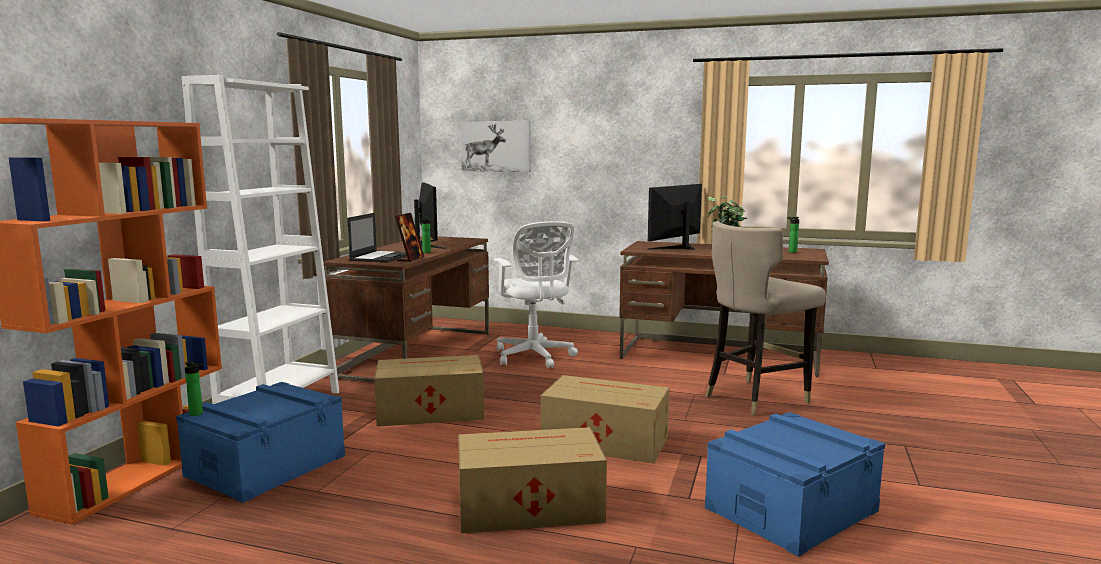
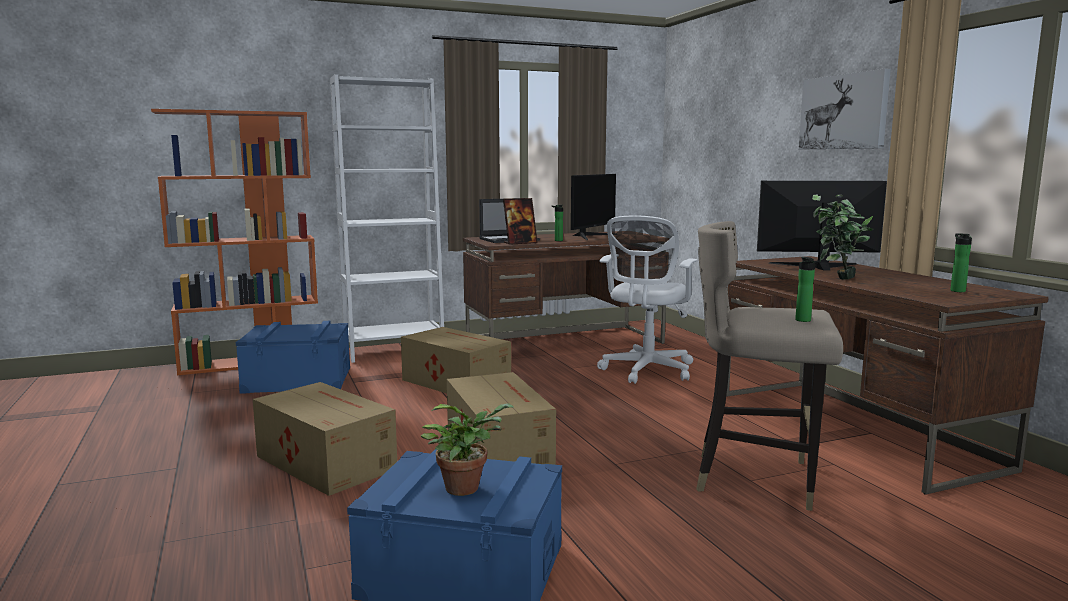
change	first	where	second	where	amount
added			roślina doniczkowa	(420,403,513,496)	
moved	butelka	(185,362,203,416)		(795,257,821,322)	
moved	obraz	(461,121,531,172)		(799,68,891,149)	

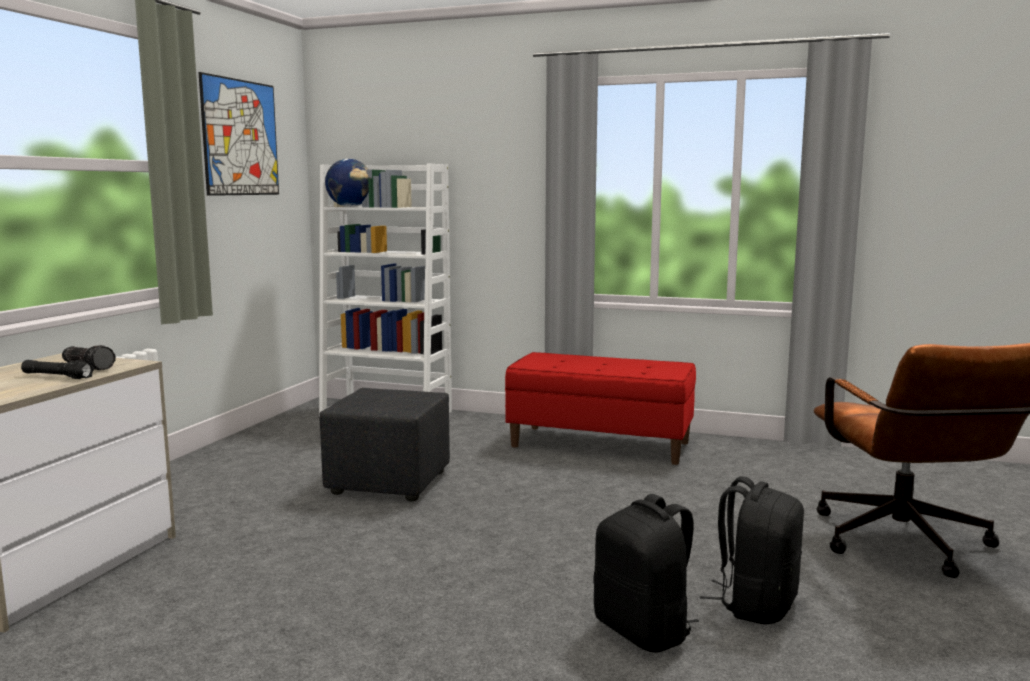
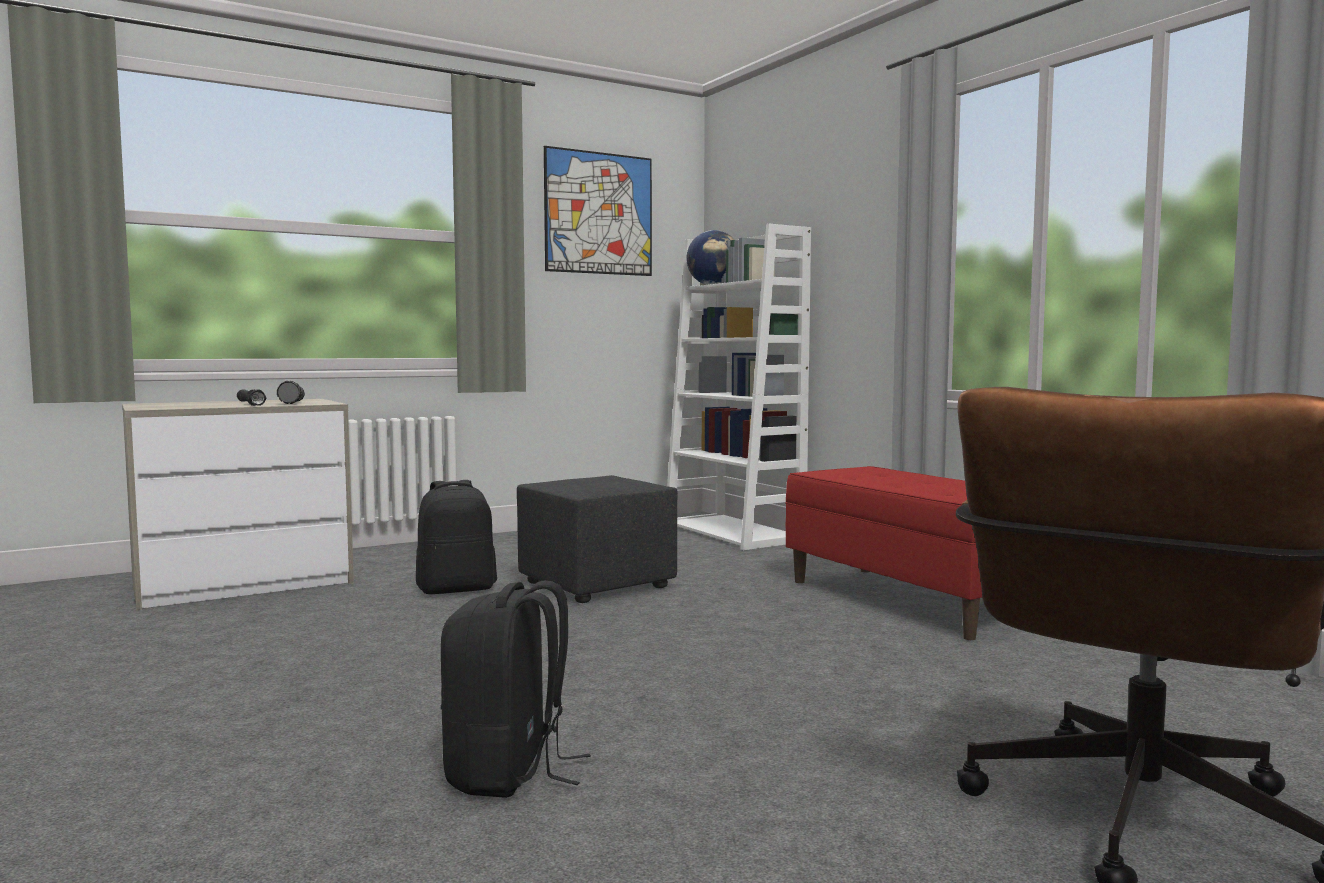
change	first	where	second	where	amount
moved	plecak (czarny)	(700,476,804,624)		(416,480,497,594)	

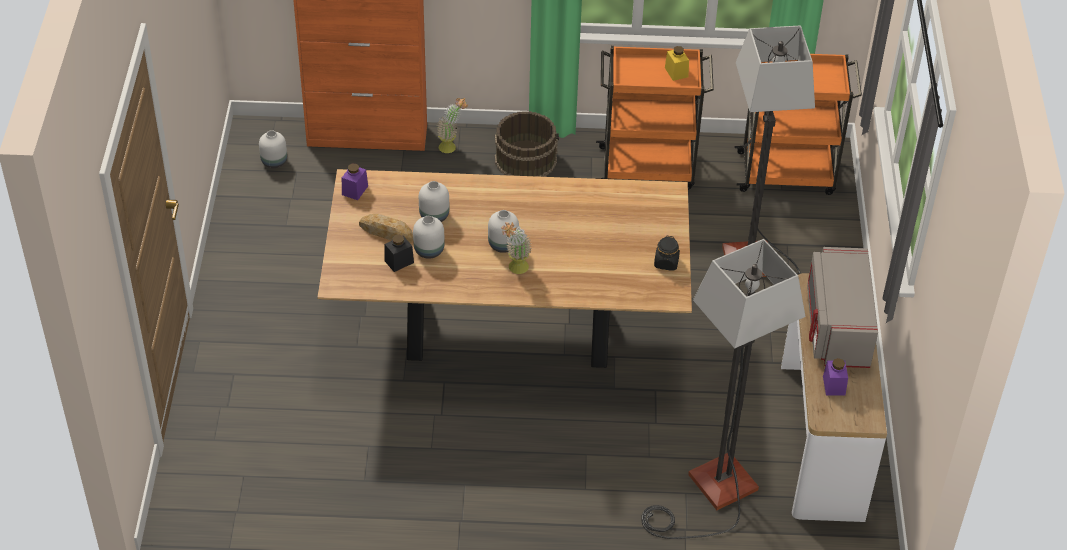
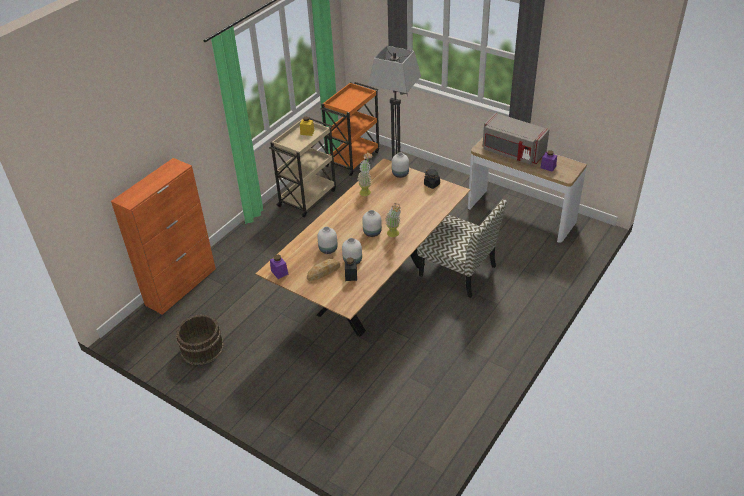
change	first	where	second	where	amount
moved	wiadro (brązowy)	(495,111,559,177)		(176,315,224,365)	
recoloured	wózek (pomarańczowy)	(595,46,714,190)	wózek (beżowy)	(269,118,336,218)	
moved	roślina doniczkowa	(437,98,468,153)		(357,152,372,196)	
moved	wazon (biały)	(259,130,287,168)		(392,152,409,178)	
added			krzesło	(417,199,507,298)	
removed	lampa stojąca	(641,239,806,539)			

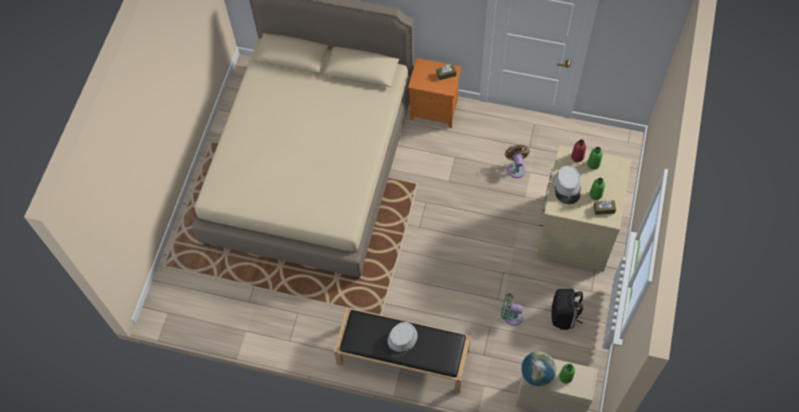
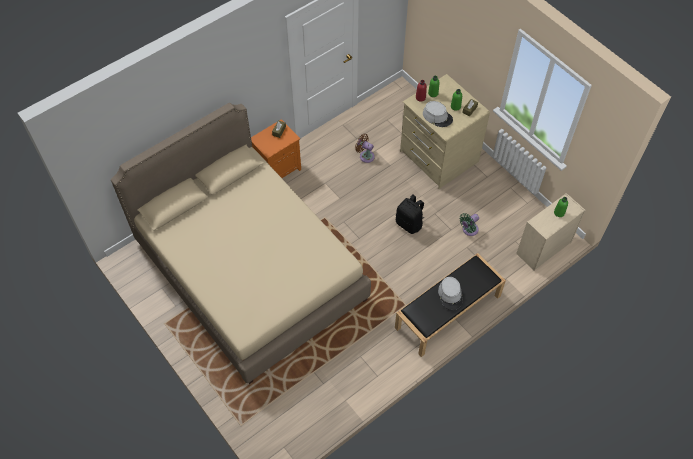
change	first	where	second	where	amount
moved	plecak (czarny)	(552,289,583,330)		(396,194,424,234)	
removed	globus	(521,351,556,386)			

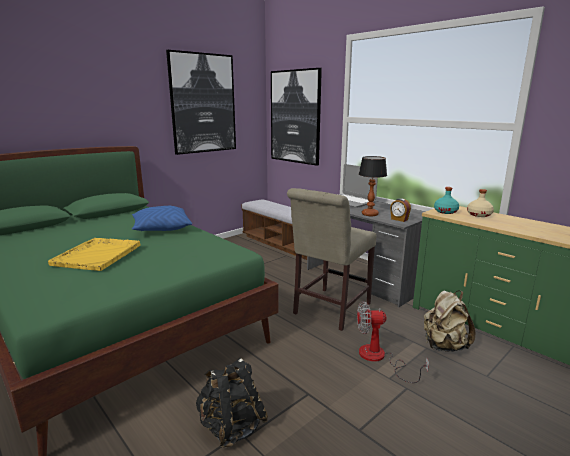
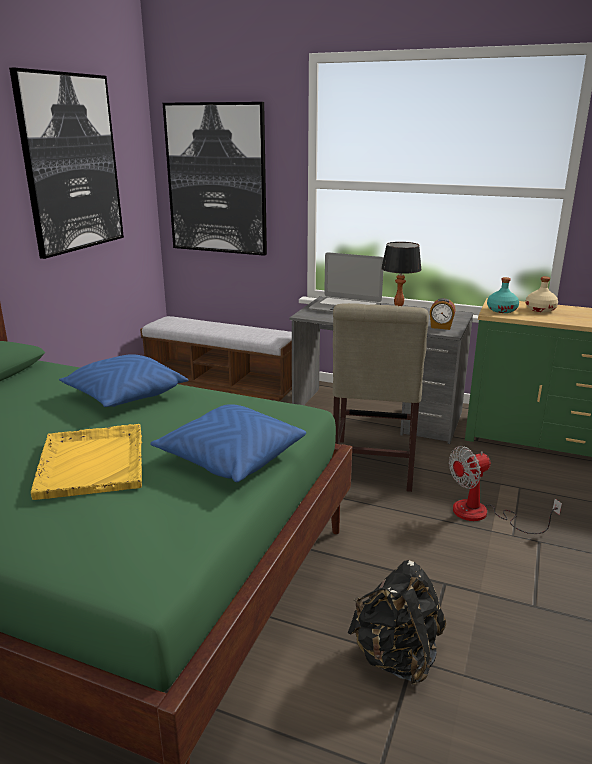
change	first	where	second	where	amount
added			poduszka (niebieski)	(150,404,306,483)	
removed	plecak (beżowy)	(424,290,475,352)			

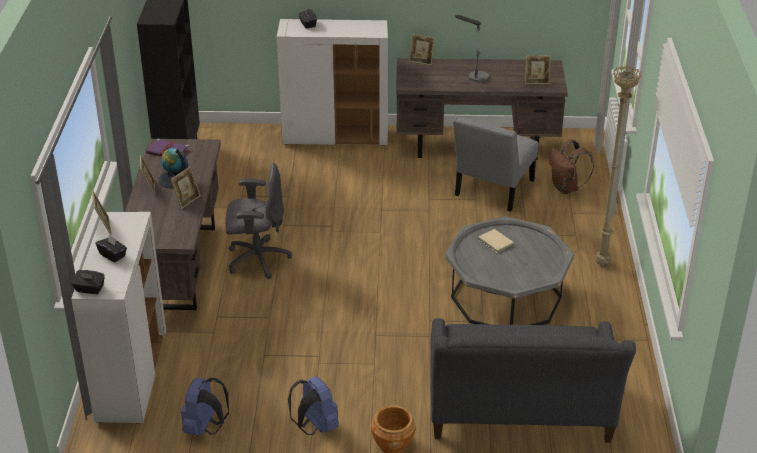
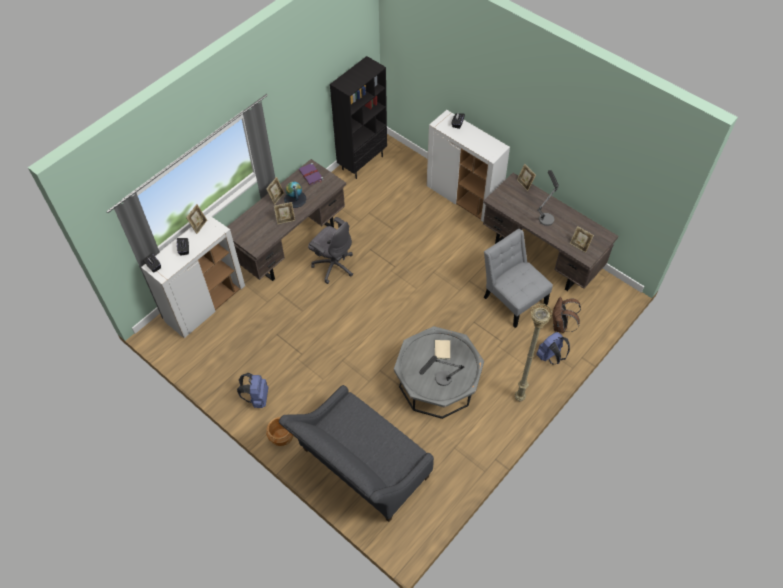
change	first	where	second	where	amount
added			lampa stołowa	(419,356,465,386)	
turned	krzesło (szary)	(453,116,538,212)		(484,229,553,328)	75 degrees clockwise
moved	plecak (niebieski)	(181,378,229,435)		(536,332,570,364)	

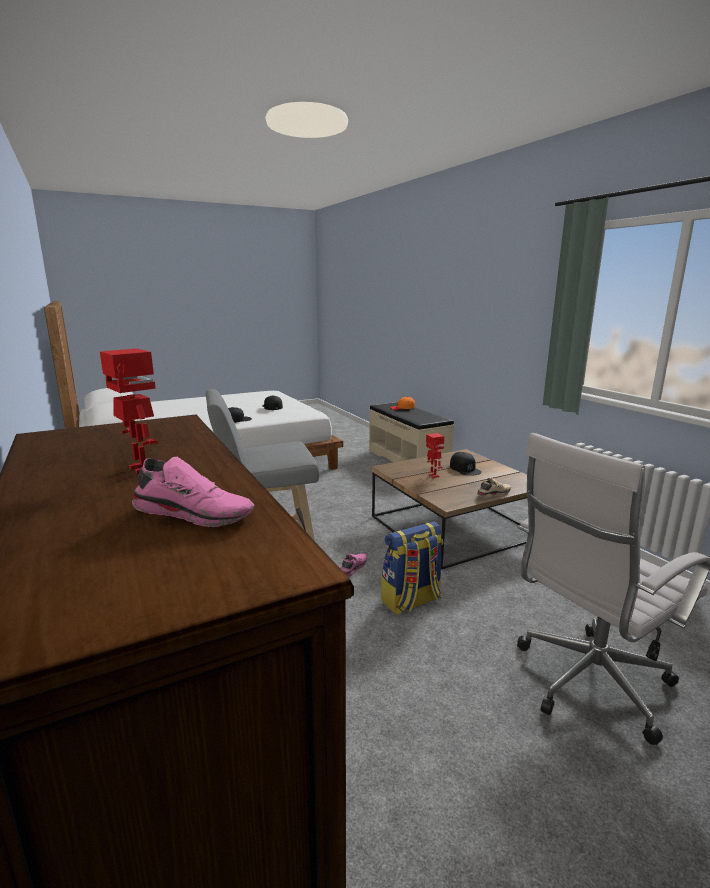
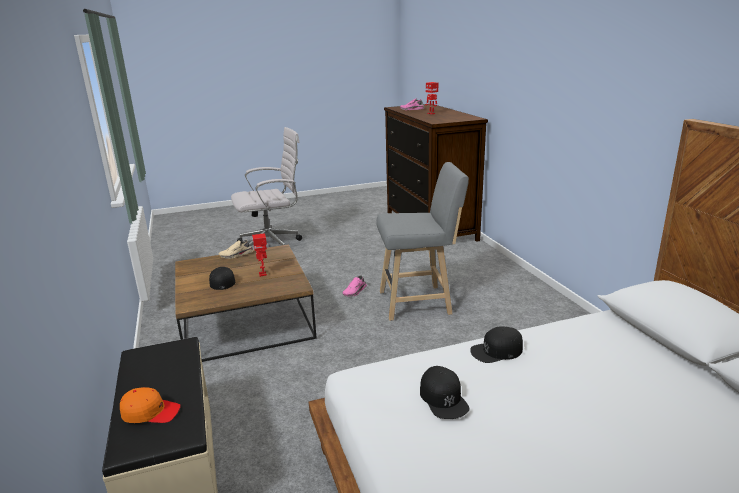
change	first	where	second	where	amount
removed	plecak	(381,521,443,615)			

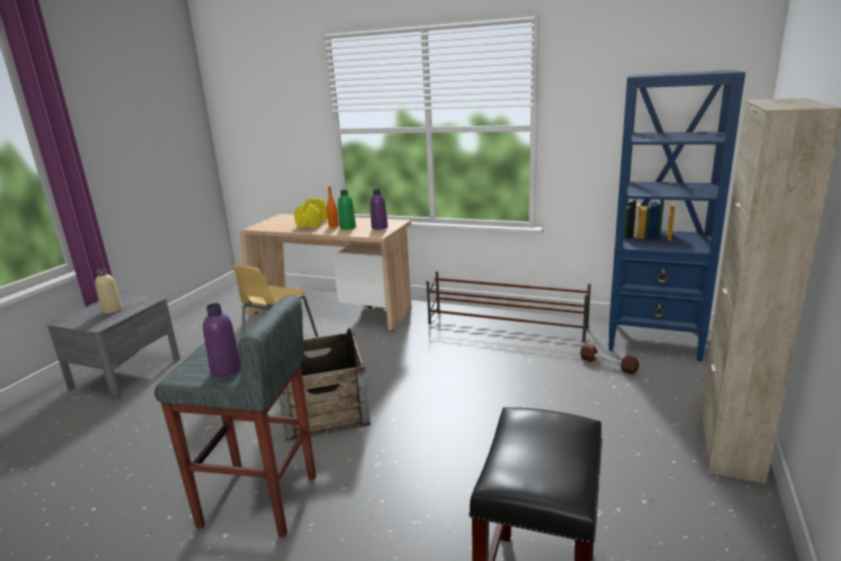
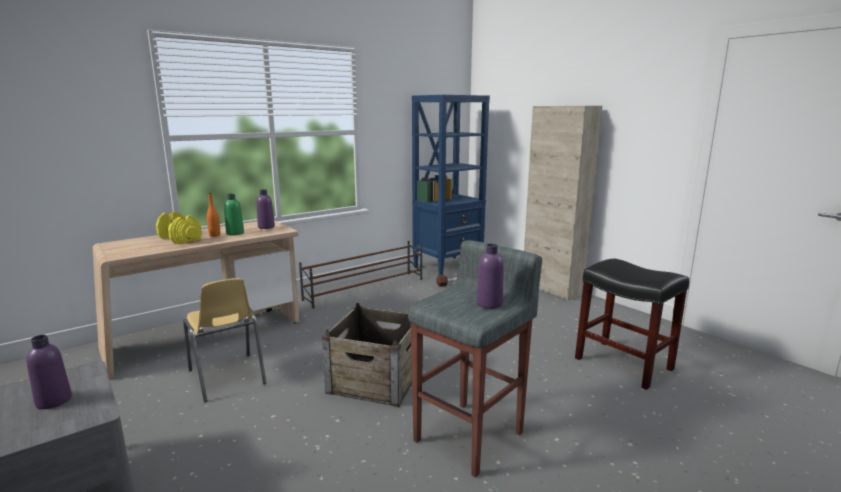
change	first	where	second	where	amount
recoloured	butelka (beżowy)	(95,268,122,314)	butelka (fioletowy)	(26,335,72,409)	

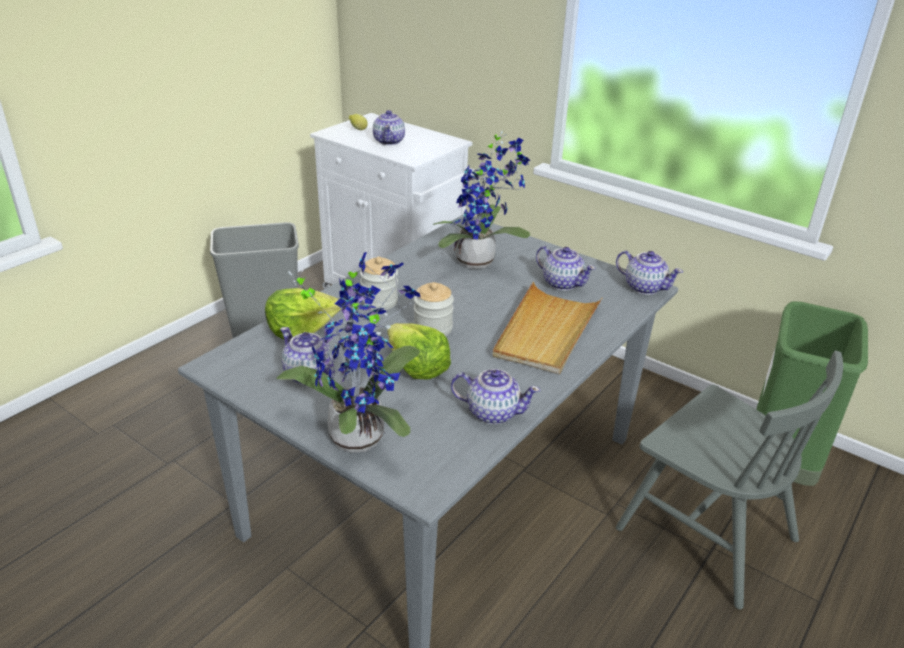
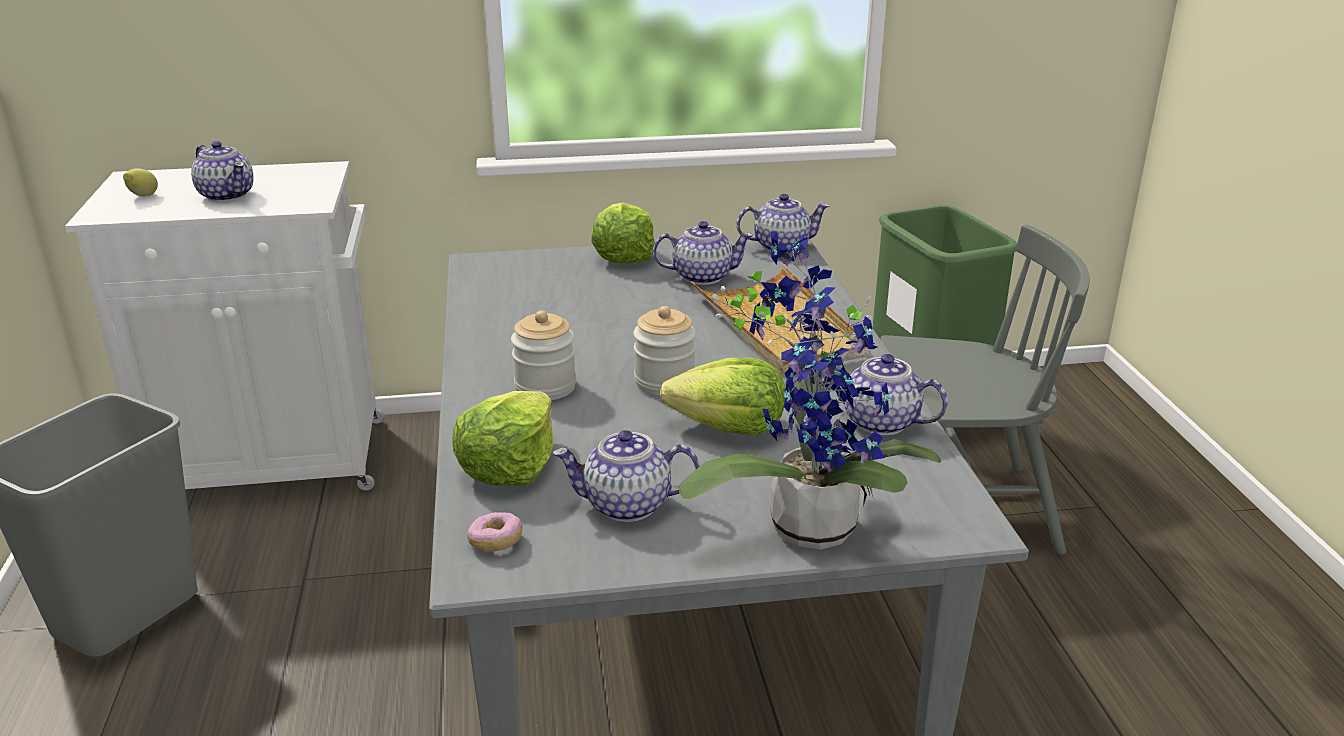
change	first	where	second	where	amount
added			donut	(467,512,523,551)	
added			sałata	(591,202,655,263)	
turned	imbryk	(451,369,540,424)		(836,354,948,435)	120 degrees counterclockwise
removed	roślina doniczkowa	(432,131,530,269)			

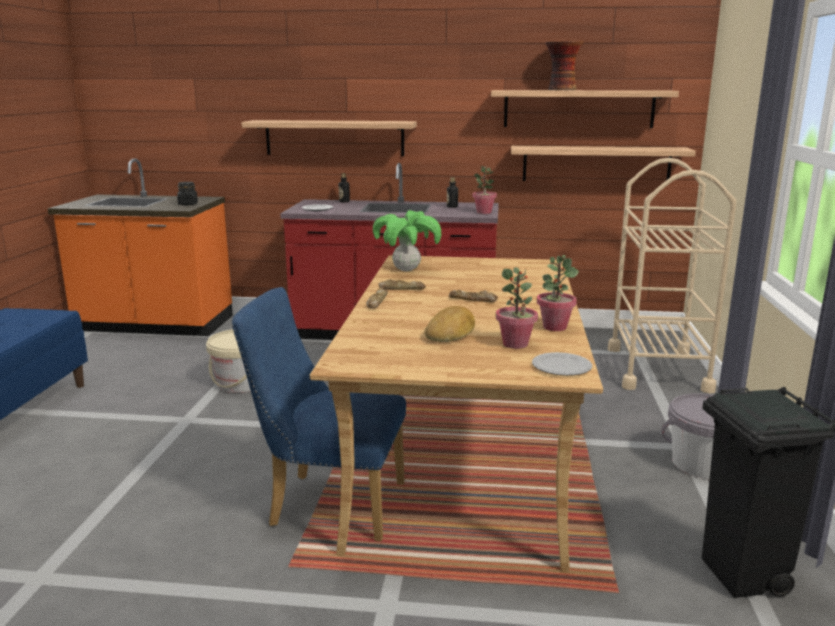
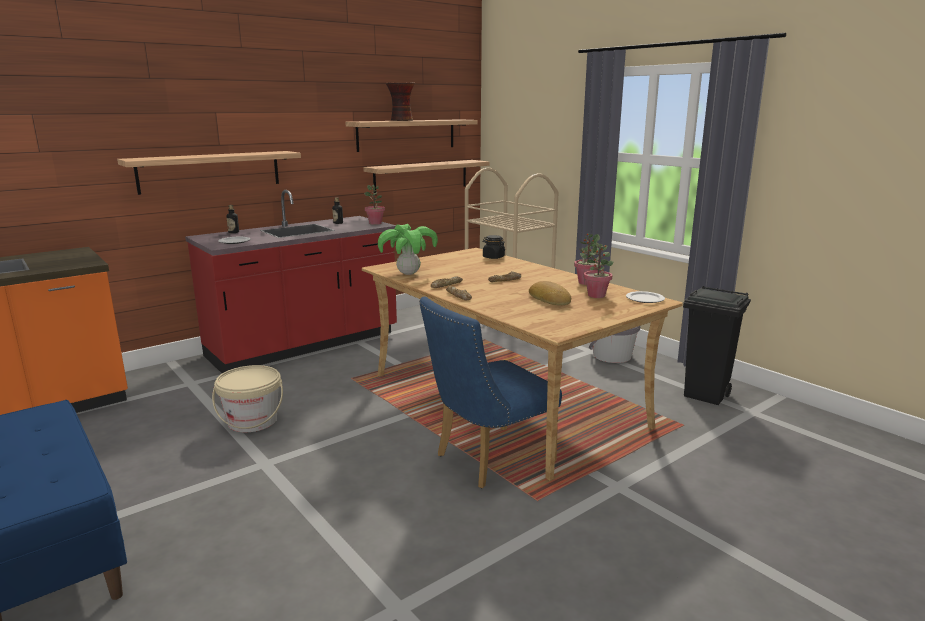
change	first	where	second	where	amount
moved	słoik (czarny)	(177,182,198,205)		(482,235,505,259)	

